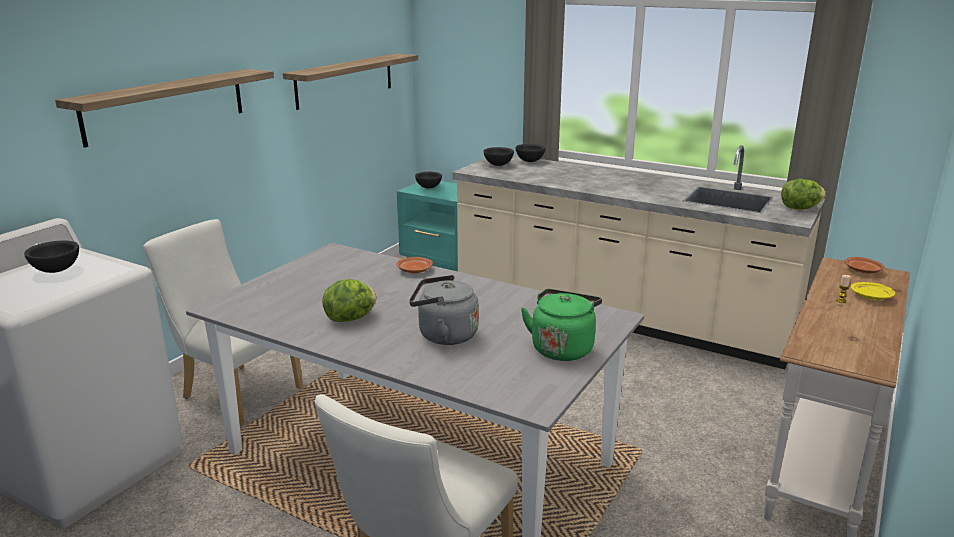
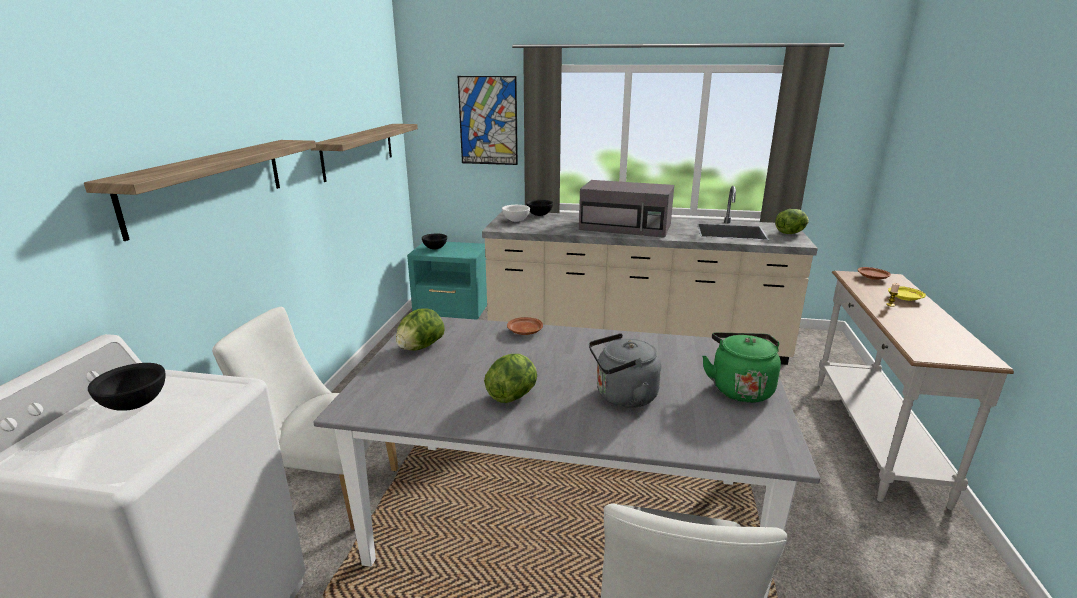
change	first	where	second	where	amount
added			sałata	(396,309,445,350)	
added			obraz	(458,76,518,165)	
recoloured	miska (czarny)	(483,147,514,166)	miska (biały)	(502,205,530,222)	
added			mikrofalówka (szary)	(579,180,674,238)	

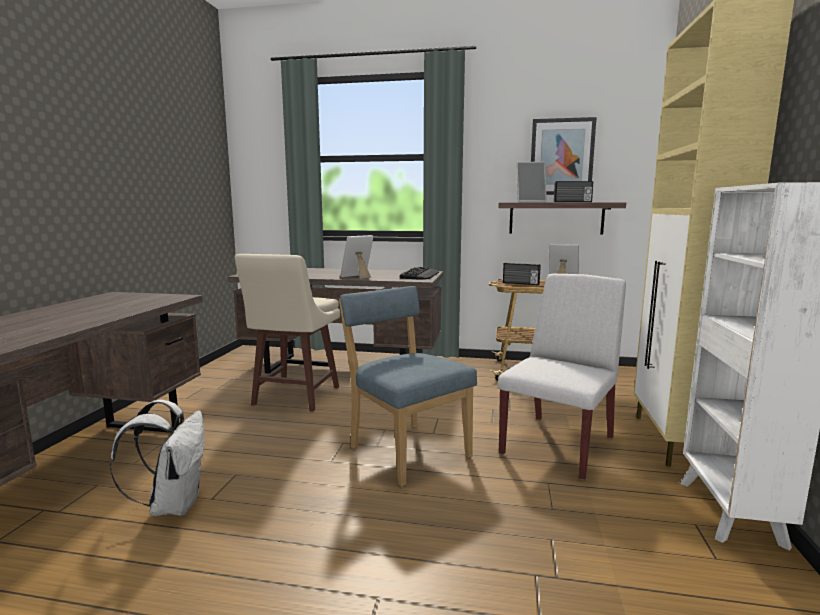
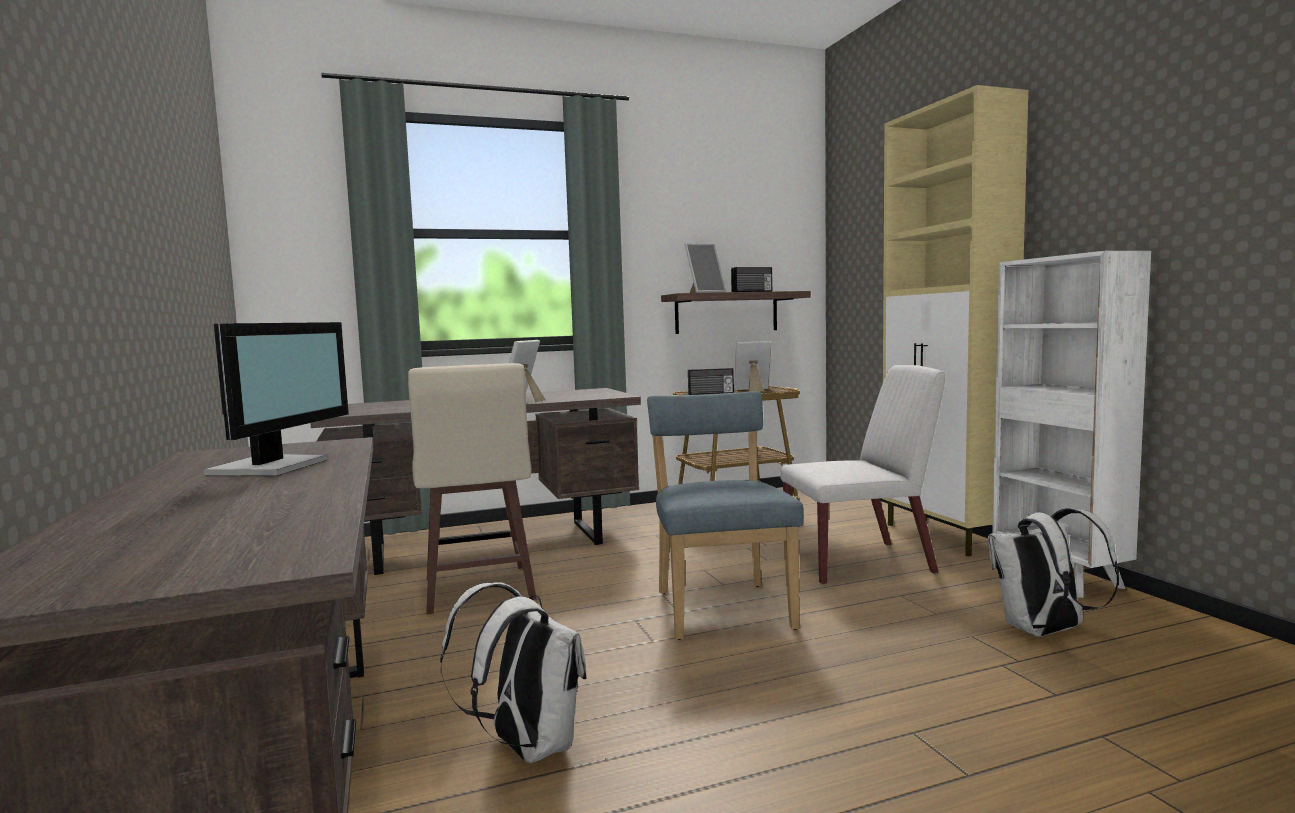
change	first	where	second	where	amount
added			monitor	(204,322,349,476)	
turned	krzesło (niebieski)	(339,286,477,486)		(647,391,803,640)	60 degrees clockwise
turned	krzesło (biały)	(497,274,626,480)		(780,365,946,585)	75 degrees clockwise
added			plecak (biały)	(988,508,1119,637)	
removed	klawiatura	(400,267,439,279)			
removed	obraz	(531,117,597,195)			

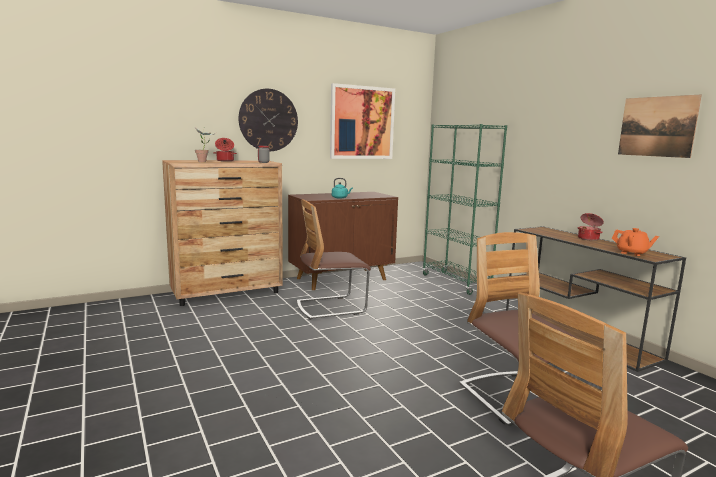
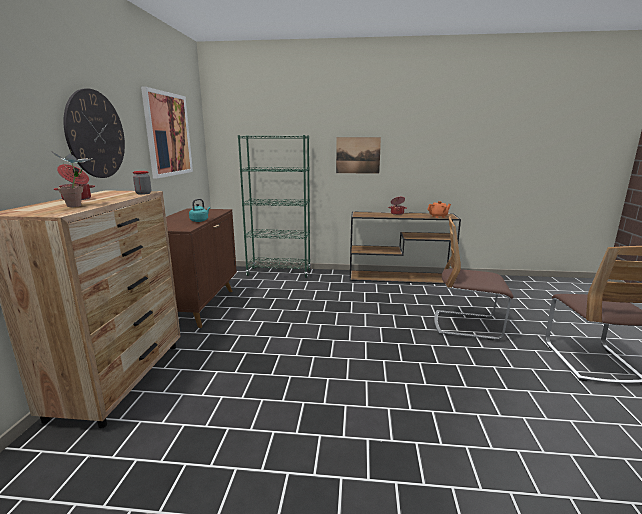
change	first	where	second	where	amount
moved	obraz	(618,95,702,158)		(336,137,381,174)	
removed	krzesło	(297,199,371,320)			

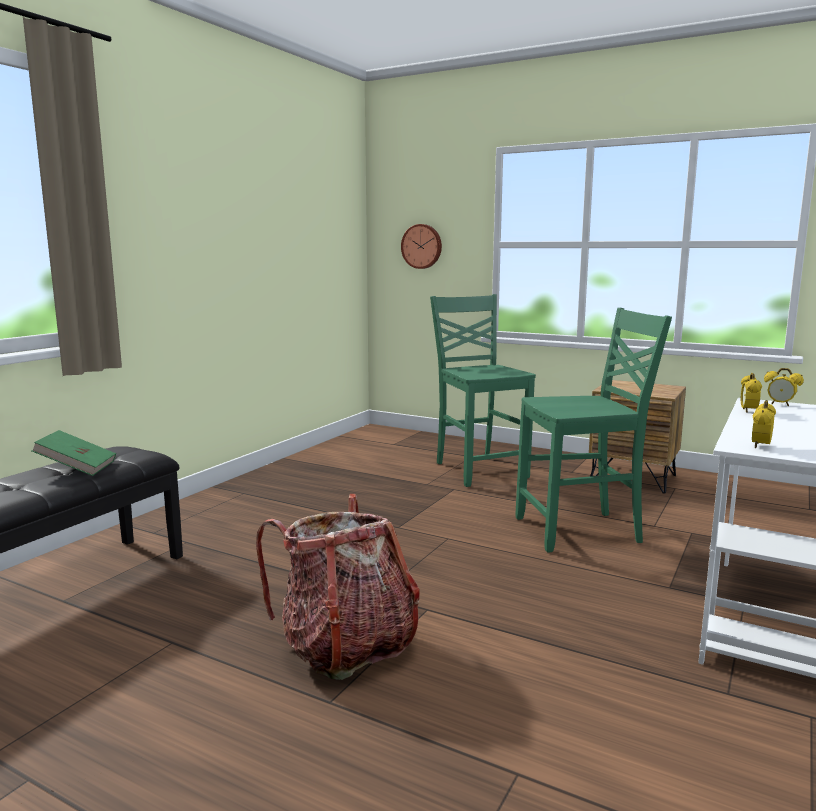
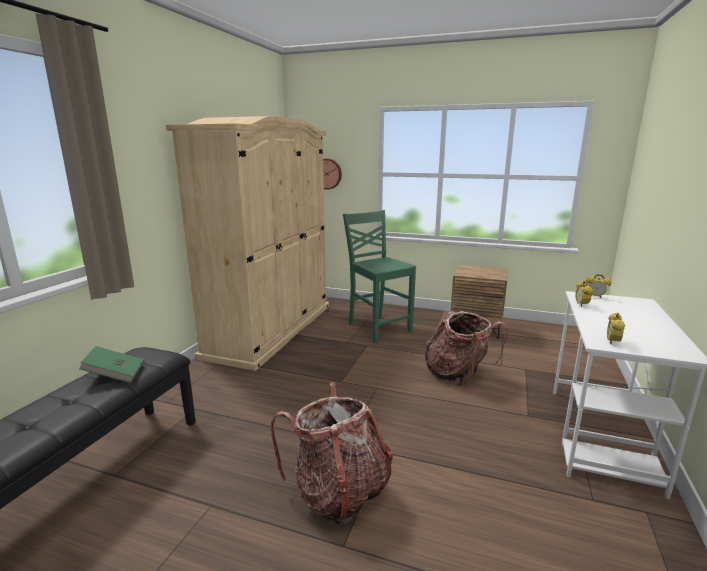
change	first	where	second	where	amount
added			szafa (beżowy)	(166,116,329,371)	
replaced	krzesło (zielony)	(516,308,672,552)	plecak	(425,311,509,386)	

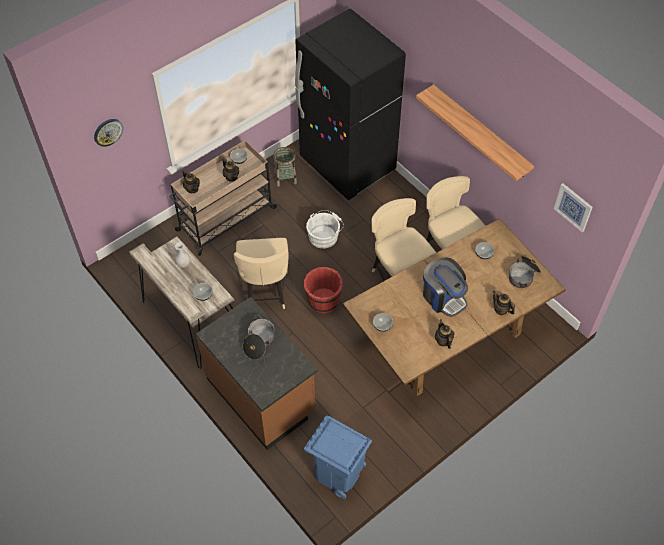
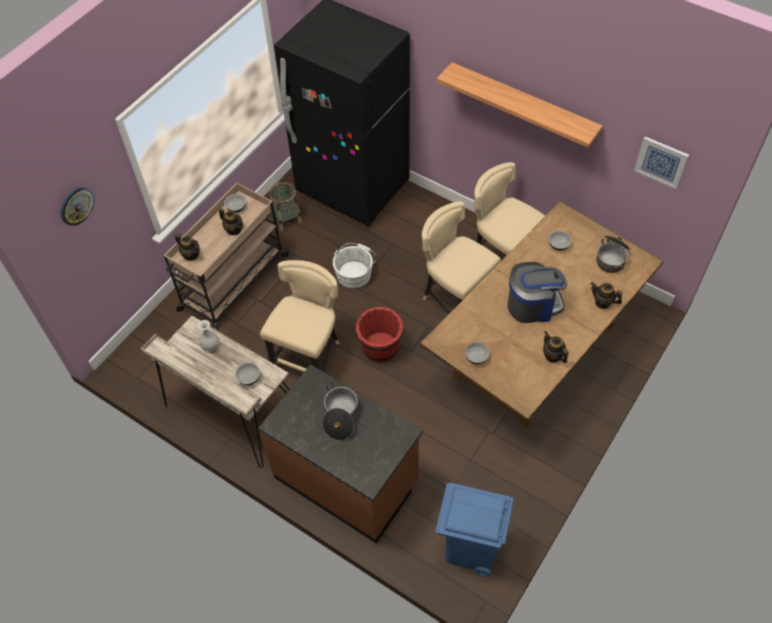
change	first	where	second	where	amount
turned	krzesło (beżowy)	(234,238,288,309)		(260,260,340,372)	135 degrees counterclockwise
turned	ekspres do kawy	(423,257,468,317)		(508,262,567,323)	45 degrees counterclockwise

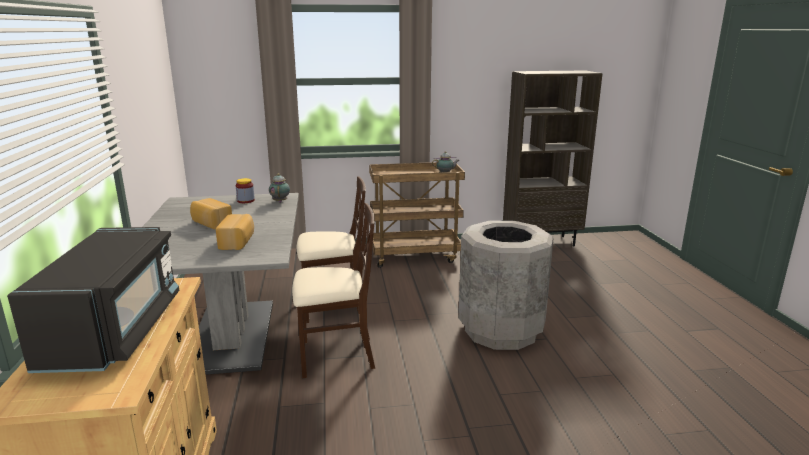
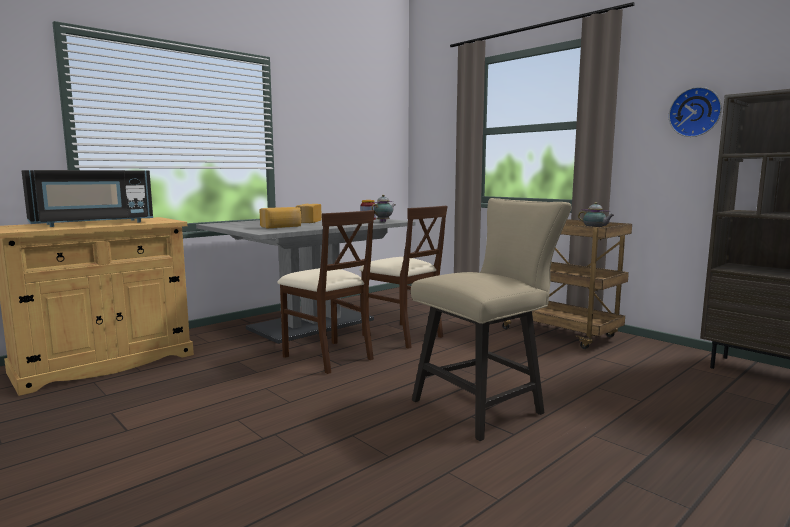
change	first	where	second	where	amount
replaced	kosz na śmieci (szary)	(458,220,554,350)	krzesło (beżowy)	(411,198,572,441)	
added			zegar ścienny	(669,87,722,137)	

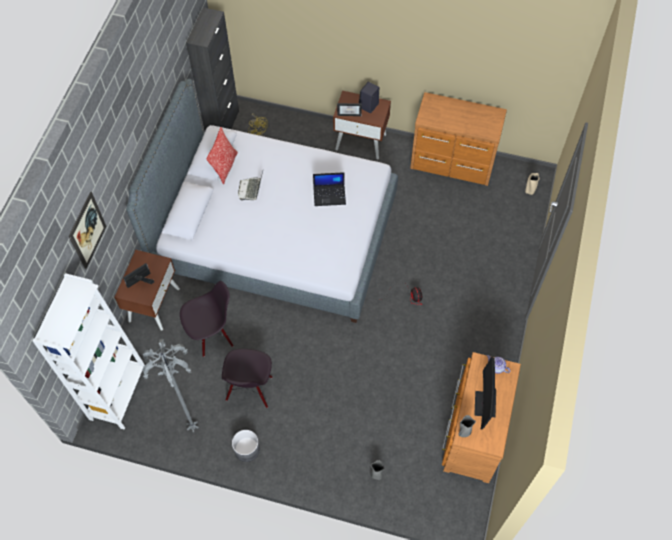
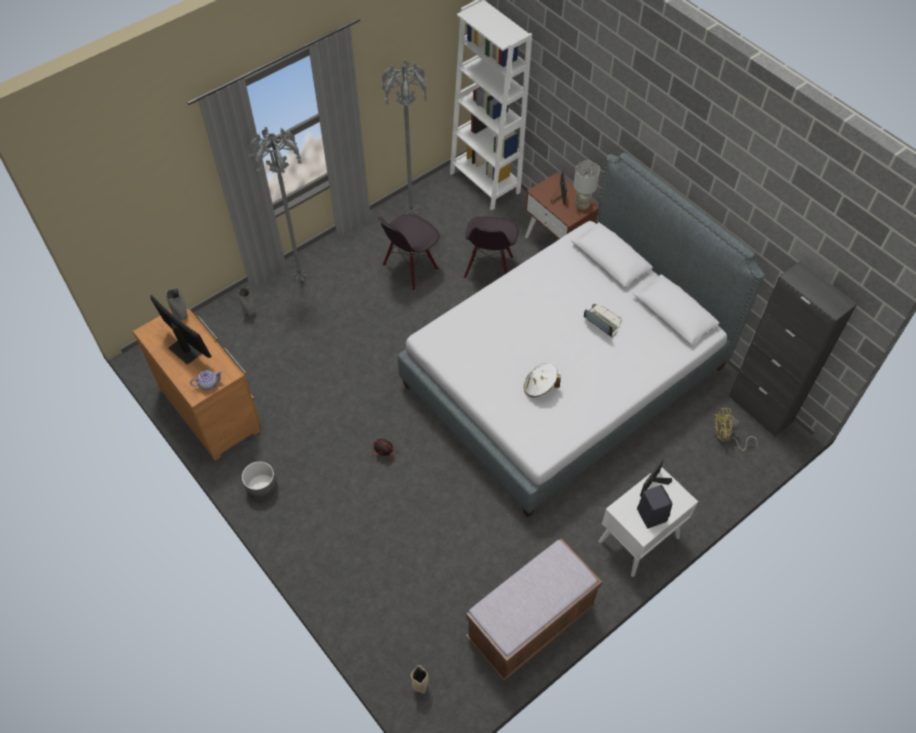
change	first	where	second	where	amount
moved	donica (szary)	(232,430,260,462)		(242,461,278,502)	
added			lampa stojąca (szary)	(249,127,307,281)	
turned	krzesło (czarny)	(222,349,272,408)		(378,214,440,291)	90 degrees counterclockwise
replaced	komoda (brązowy)	(410,92,507,186)	ławka (brązowy)	(466,538,602,681)	
replaced	laptop	(313,172,346,206)	kapelusz (biały)	(524,363,561,397)	
added			lampa stołowa (szary)	(574,161,600,210)	
recoloured	szafka nocna (brązowy)	(333,91,391,159)	szafka nocna (biały)	(599,467,698,577)	
removed	obraz	(68,192,107,269)			
removed	poduszka	(207,127,238,184)			

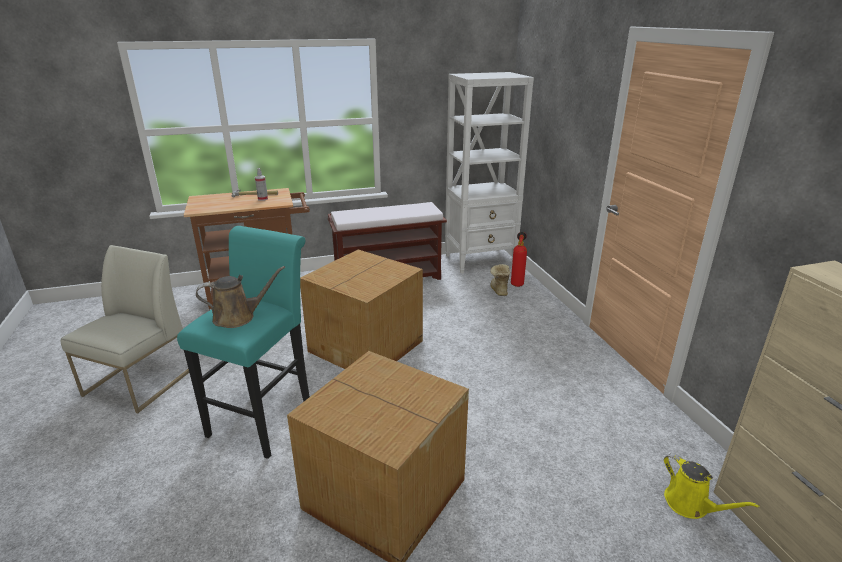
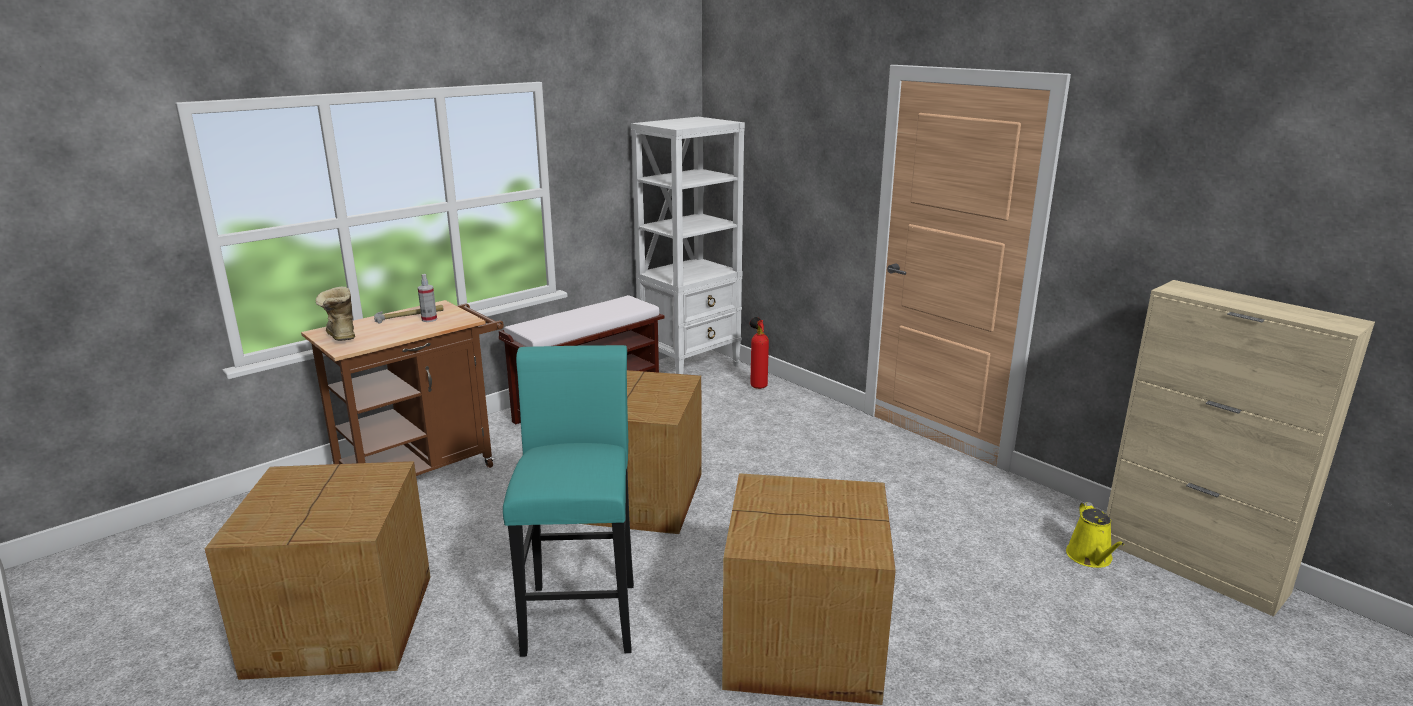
change	first	where	second	where	amount
replaced	krzesło (biały)	(61,245,189,413)	karton	(205,461,431,680)	
moved	but z cholewką	(490,264,510,296)		(316,287,355,341)	
turned	konewka (żółty)	(664,453,759,519)		(1066,502,1124,568)	60 degrees clockwise
removed	konewka (brązowy)	(196,266,285,328)			

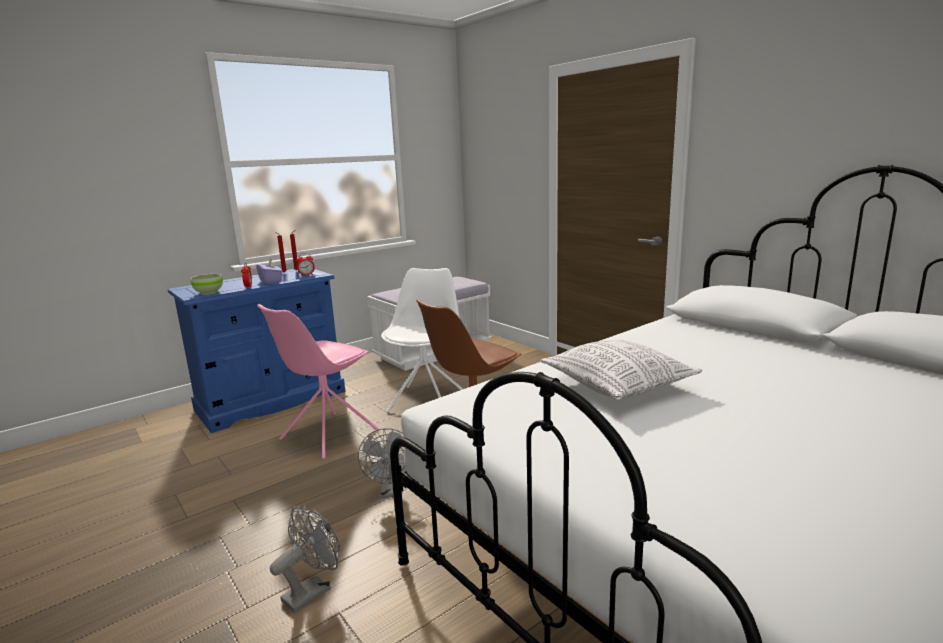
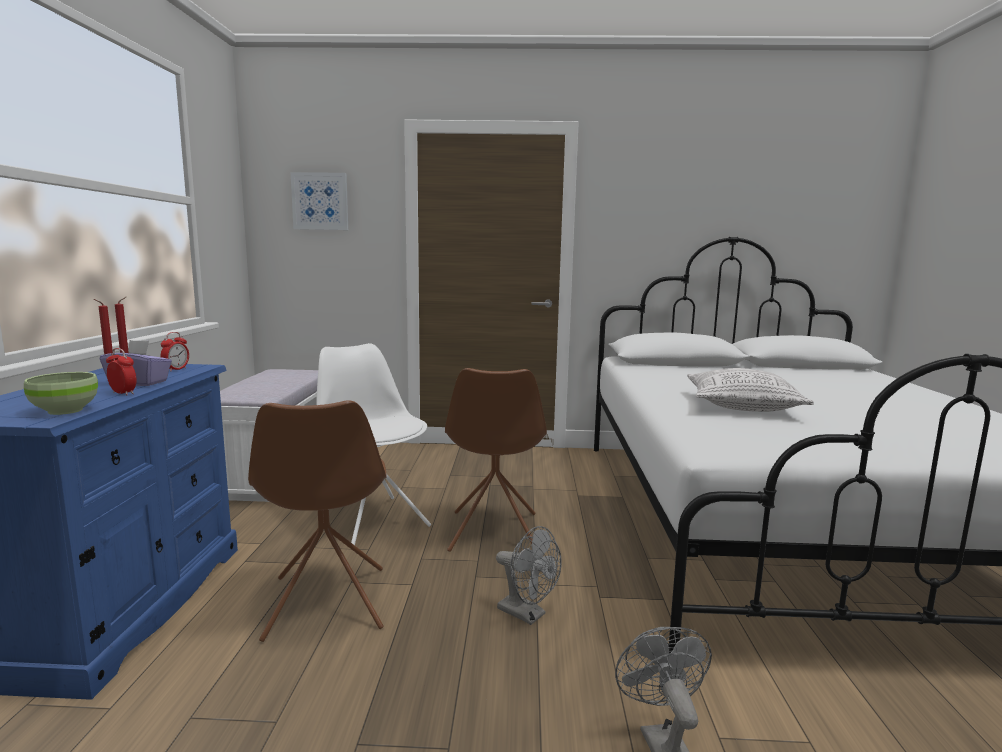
change	first	where	second	where	amount
recoloured	krzesło (różowy)	(257,304,379,459)	krzesło (brązowy)	(248,400,387,642)	
added			obraz	(291,172,348,230)	

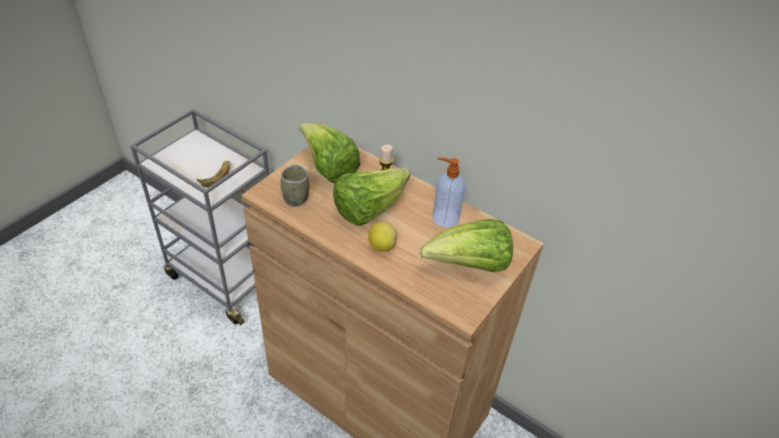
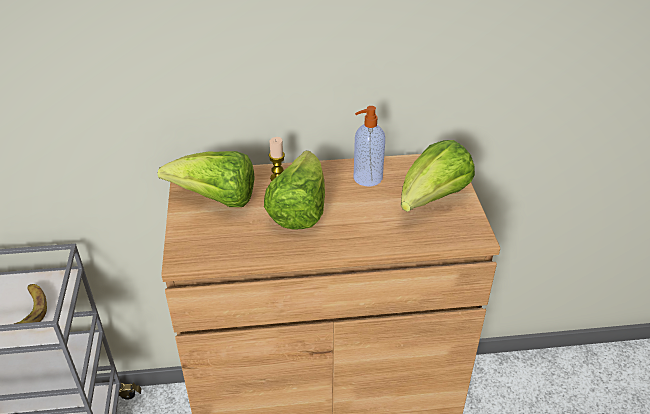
change	first	where	second	where	amount
removed	filiżanka	(281,165,310,207)			
removed	cytryna	(368,222,397,252)			

